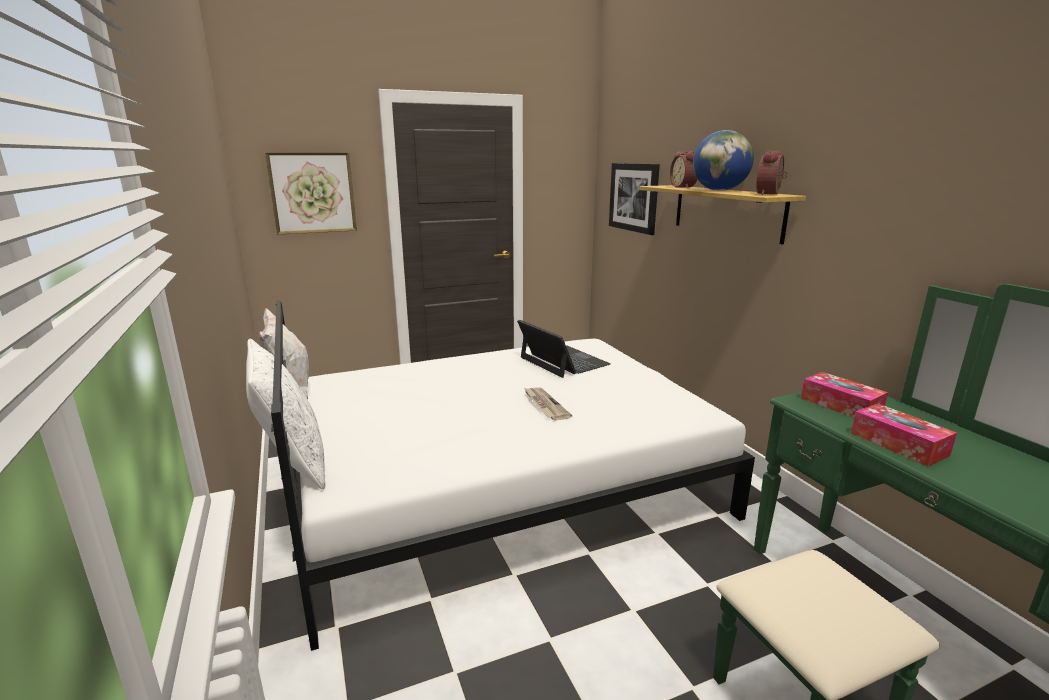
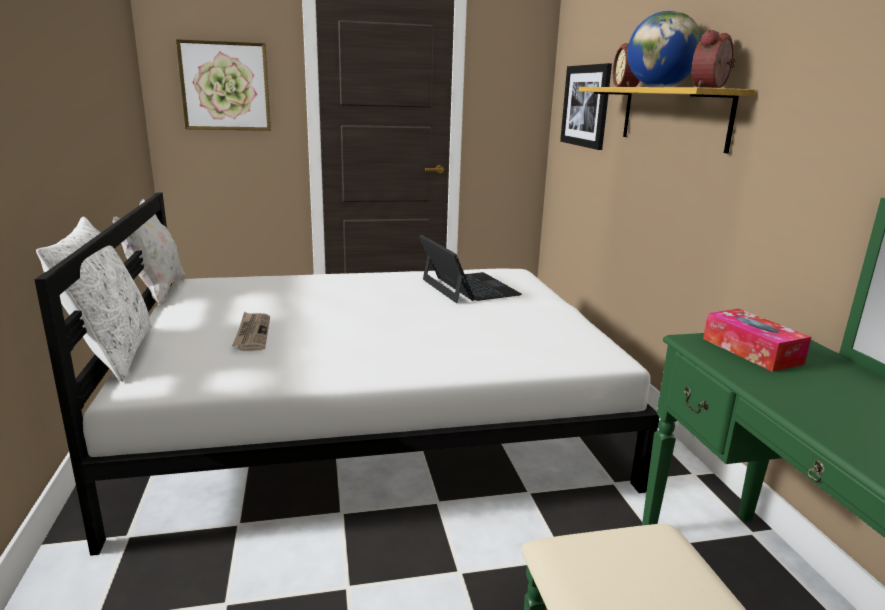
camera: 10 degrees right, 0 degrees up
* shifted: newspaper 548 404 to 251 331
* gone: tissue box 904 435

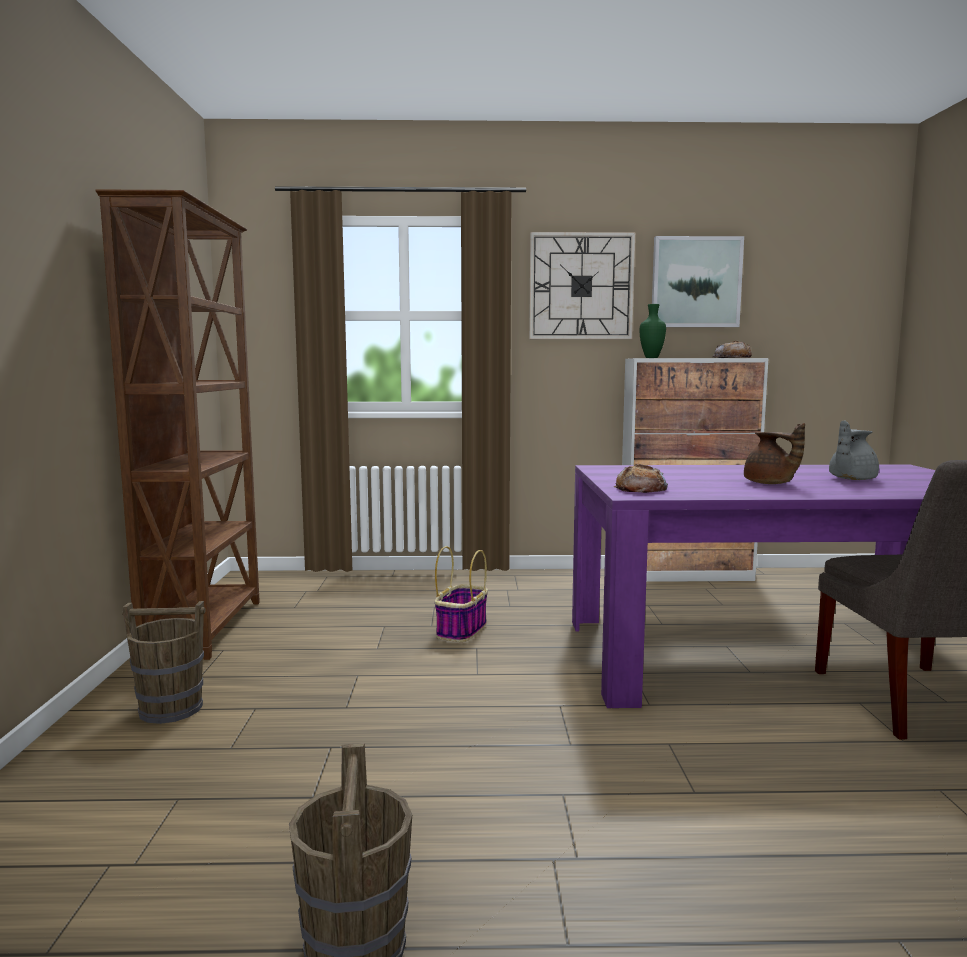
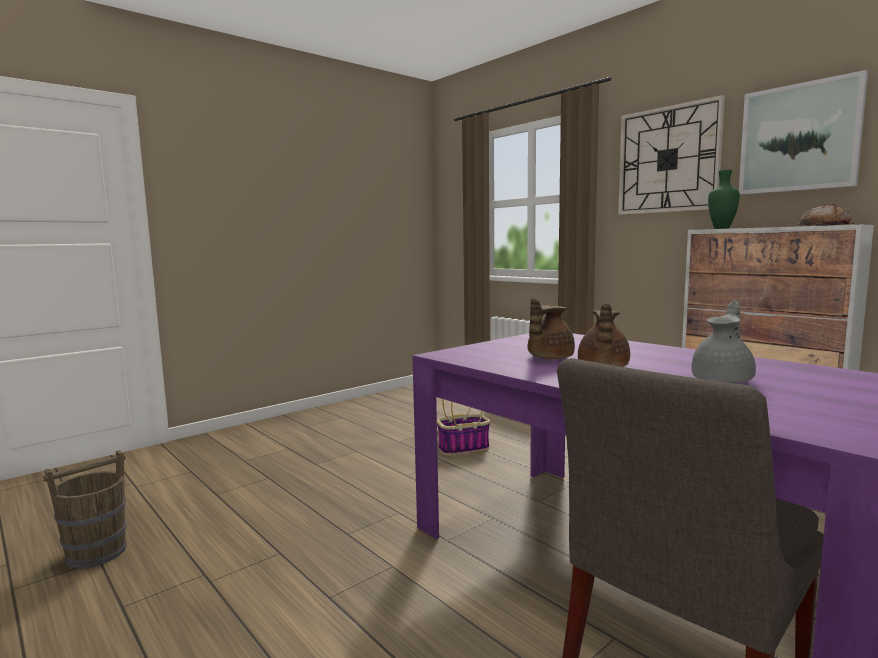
camera: 50 degrees right, 0 degrees up
* gone: brown bookcase 178 425
* rotated: grey teapot 854 450 = 723 341 120 degrees clockwise
* gone: bread 640 478
* gone: brown bucket 163 662
* new: brown teapot 551 328

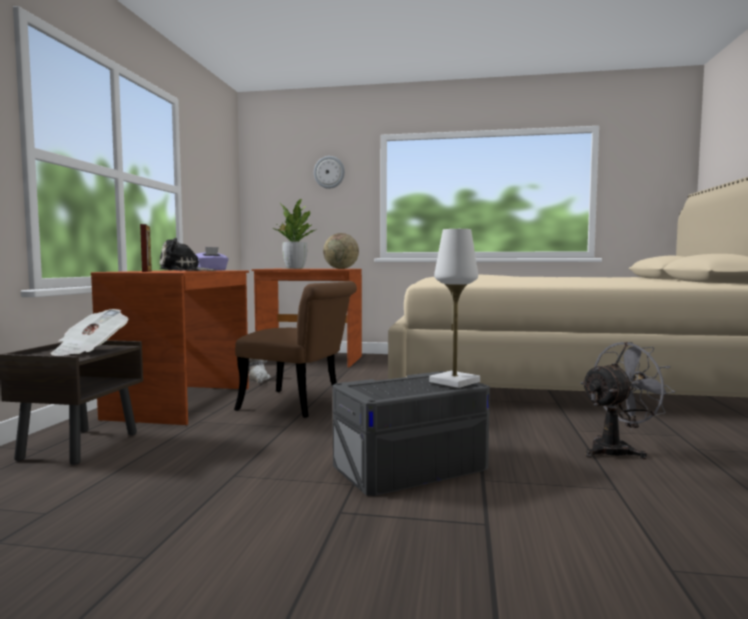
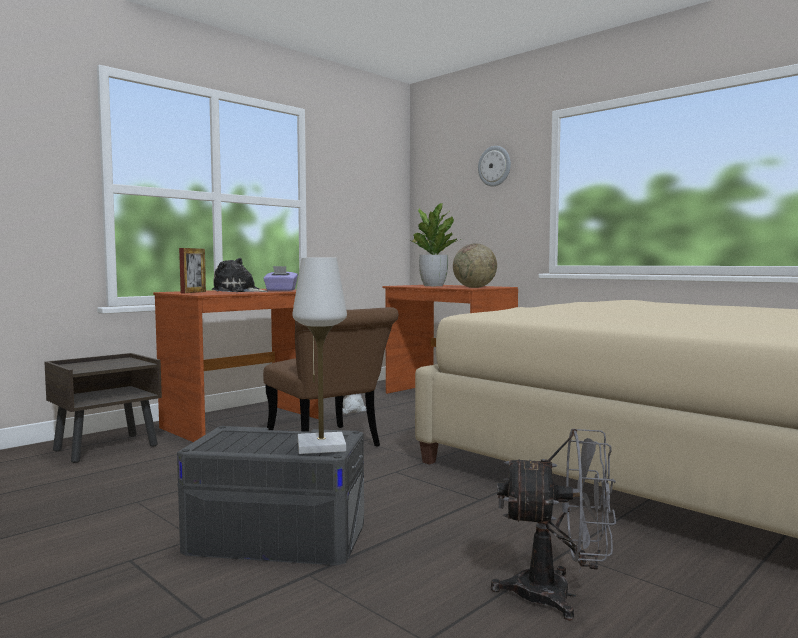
camera: 35 degrees right, 0 degrees up
* gone: newspaper 89 332

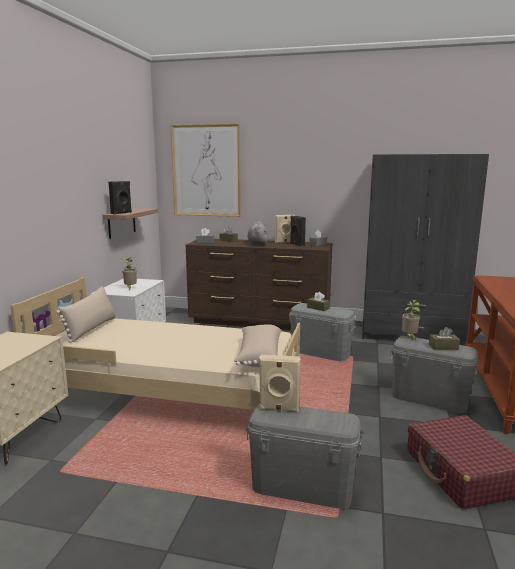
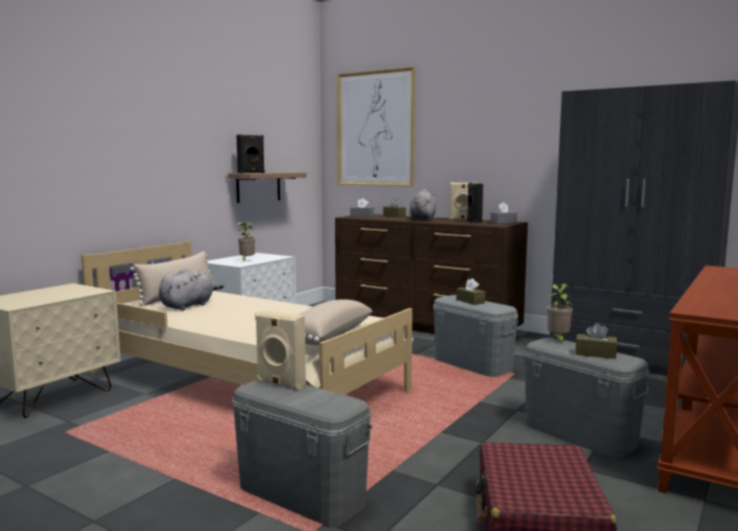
camera: 20 degrees right, 5 degrees down
* new: grey plush toy 191 289

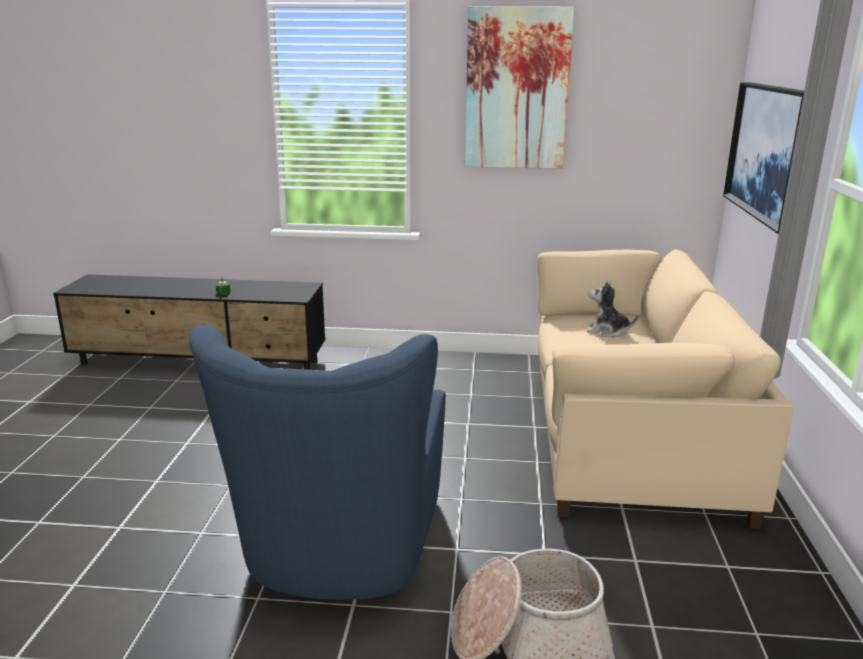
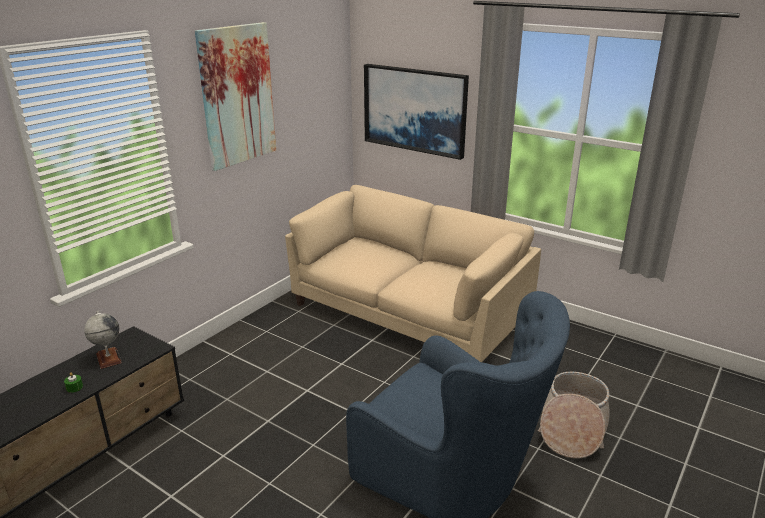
camera: 60 degrees left, 5 degrees up
* gone: plush toy 612 309
* new: globe 103 340

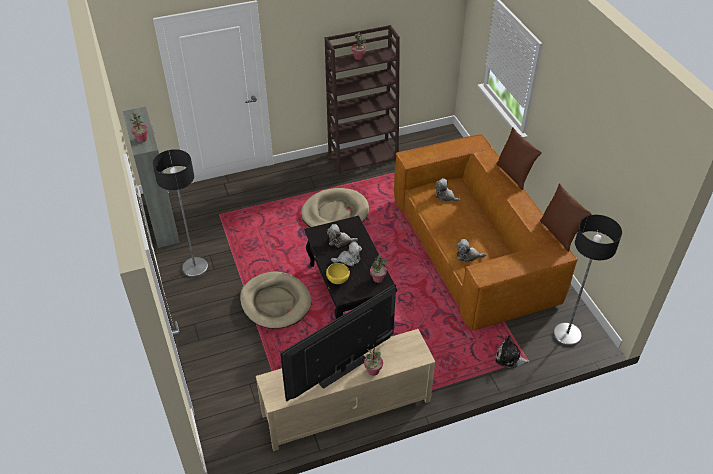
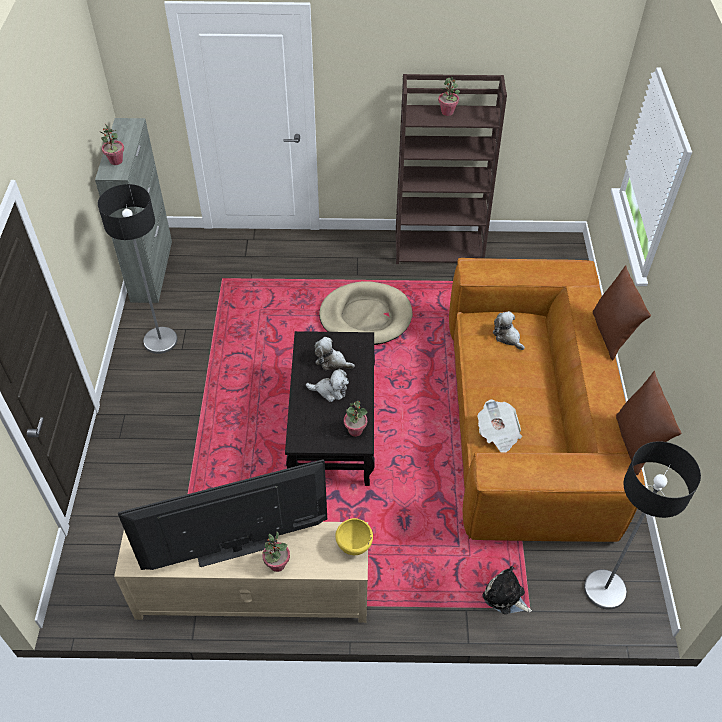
camera: 20 degrees right, 5 degrees up
* swapped: plush toy 471 251 to newspaper 499 426
* shifted: yellow bowl 338 273 to 354 536
* gone: beige dog bed 276 300

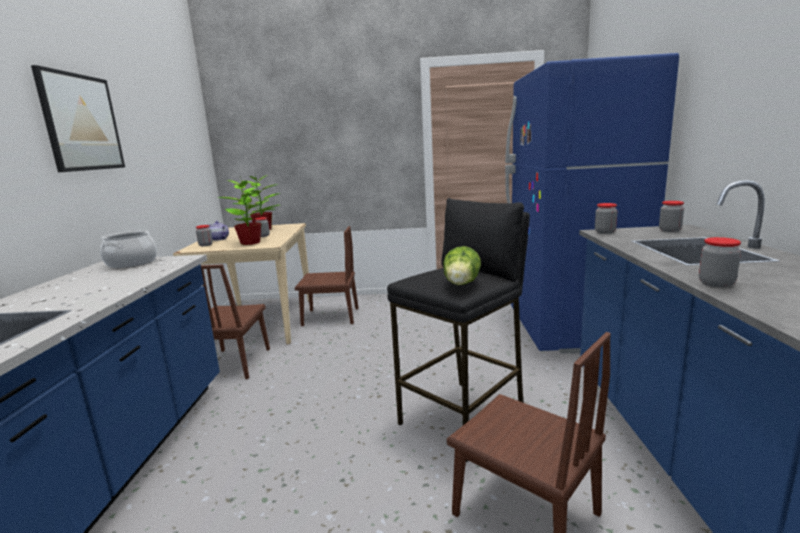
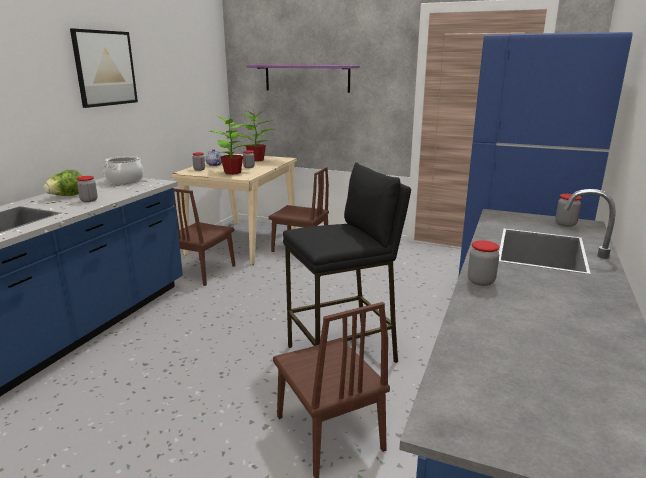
camera: 20 degrees right, 5 degrees up
* shifted: jar 606 218 to 87 189
* shifted: lettuce 462 265 to 62 183
* new: purple shelf 303 79

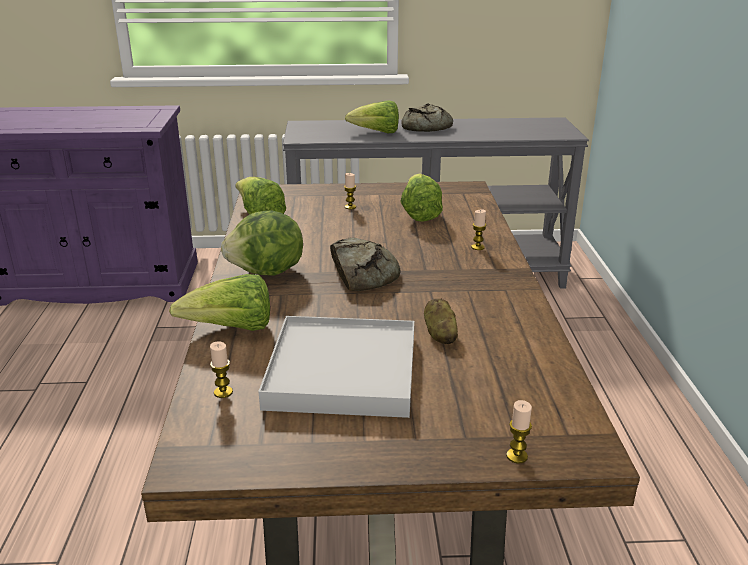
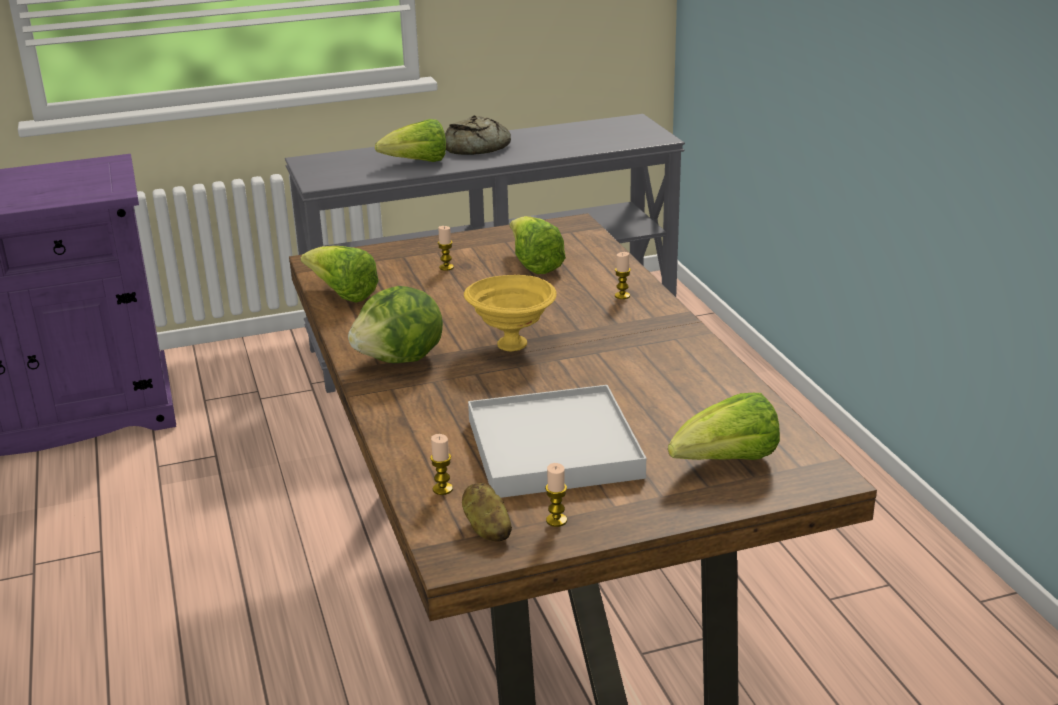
camera: 15 degrees left, 0 degrees up
* swapped: bread 365 264 to yellow bowl 510 313
* shifted: lettuce 219 302 to 724 426
* shifted: potato 441 321 to 487 512
* shifted: candle 519 432 to 556 495

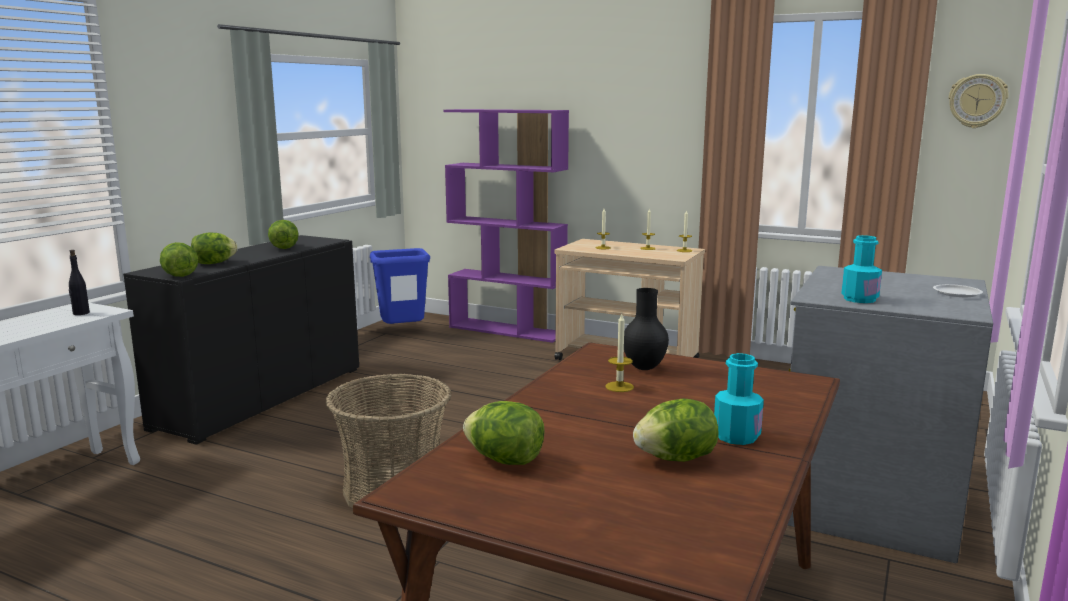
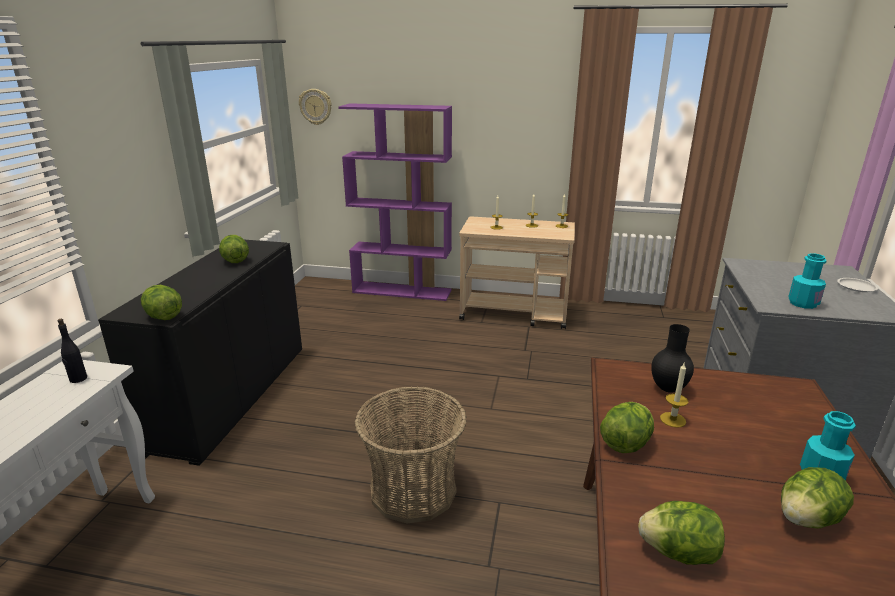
camera: 15 degrees left, 10 degrees up
* shifted: wall clock 979 101 to 315 107
* shifted: lettuce 214 248 to 627 427
* gone: blue trash can 400 286

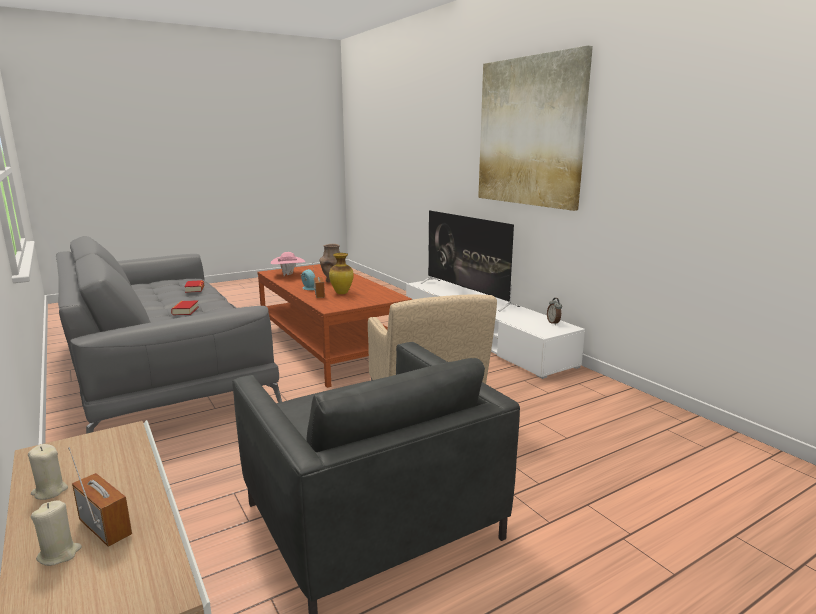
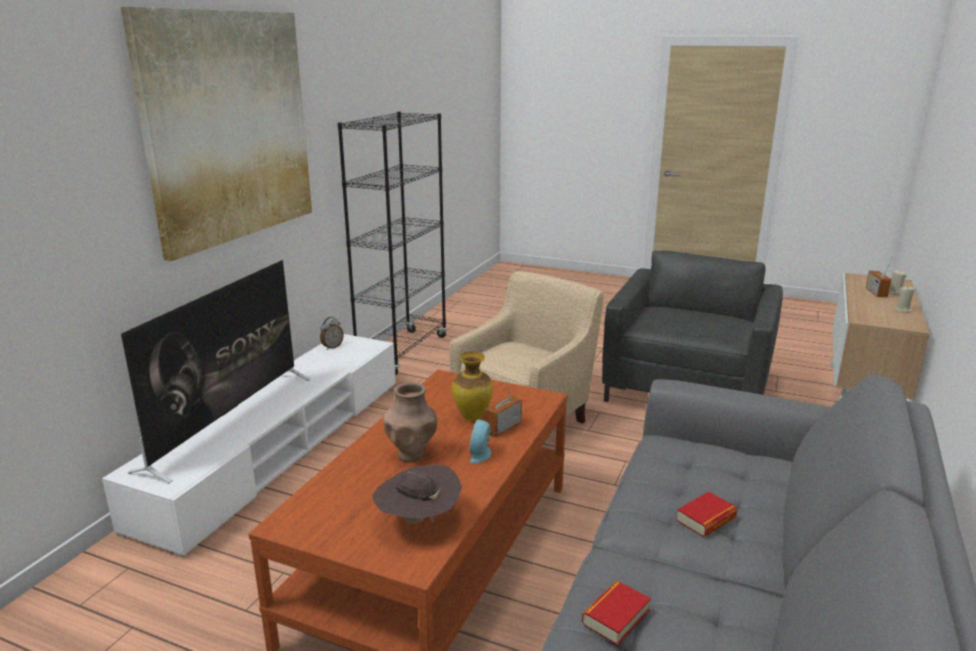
camera: 125 degrees left, 5 degrees up
* repainted: pink hat 288 264 to brown hat 417 494
* new: black bookcase 392 244

